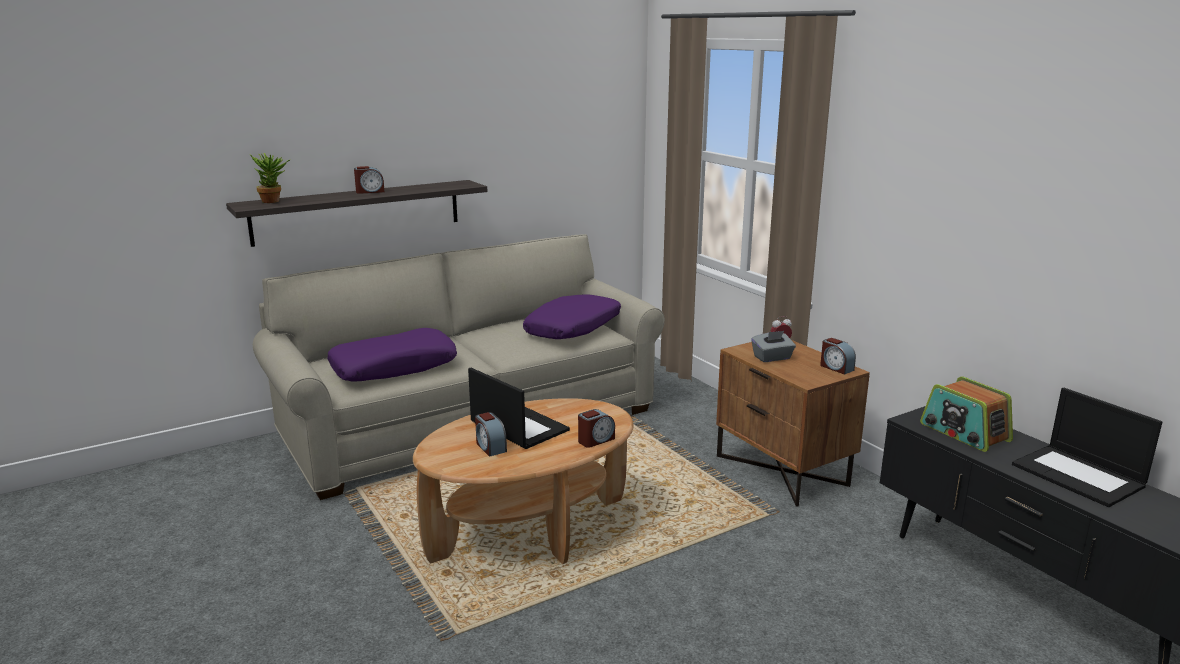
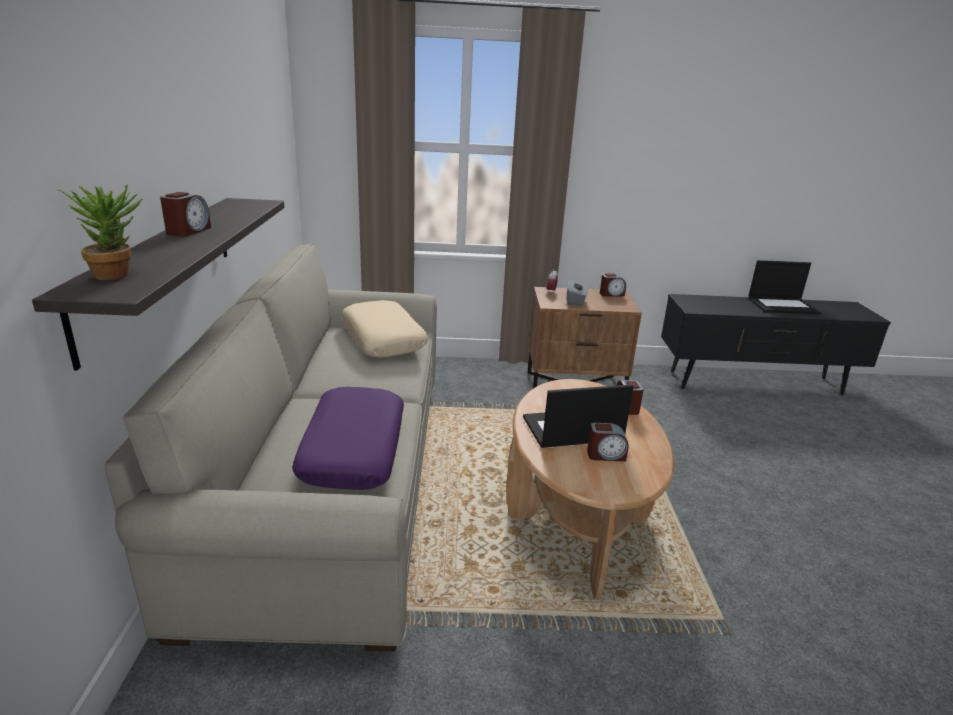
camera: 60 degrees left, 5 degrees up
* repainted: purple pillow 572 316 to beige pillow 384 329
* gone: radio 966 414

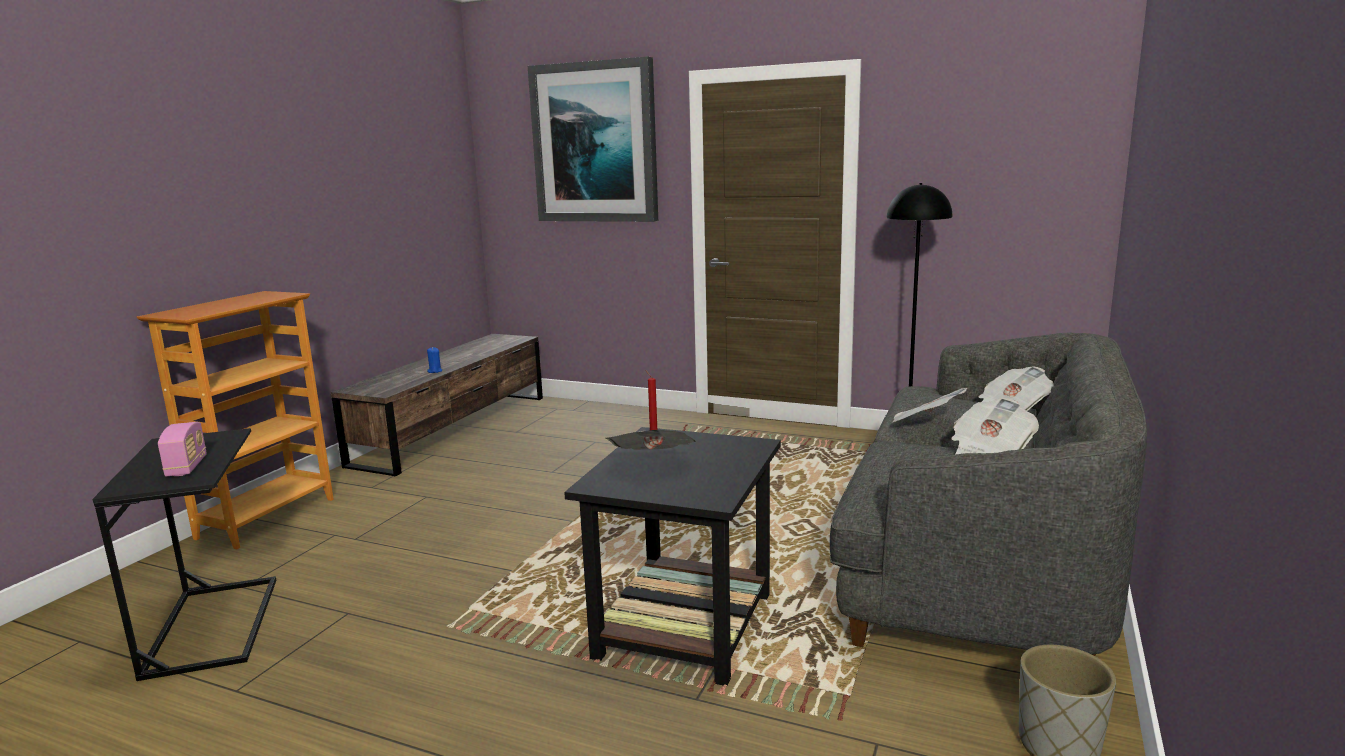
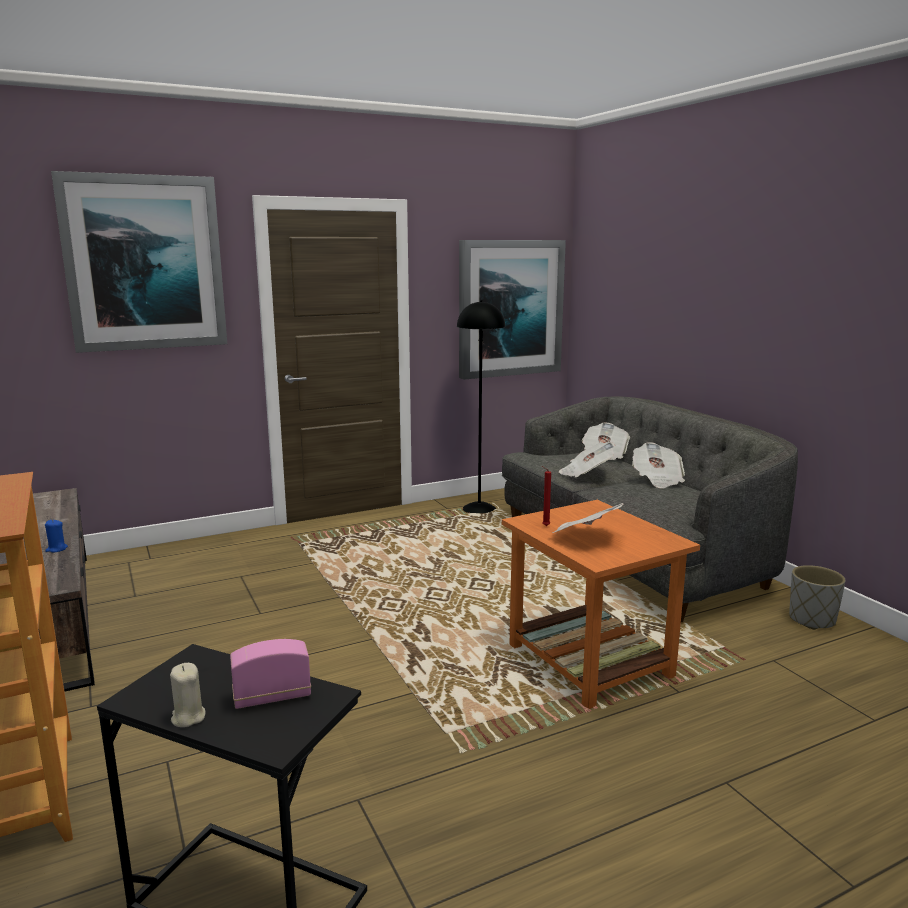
camera: 50 degrees left, 0 degrees up
* rotated: radio 182 449 = 270 674 45 degrees counterclockwise
* repainted: black side table 672 556 to orange side table 601 604
* new: picture 512 310
* new: beige candle 187 695

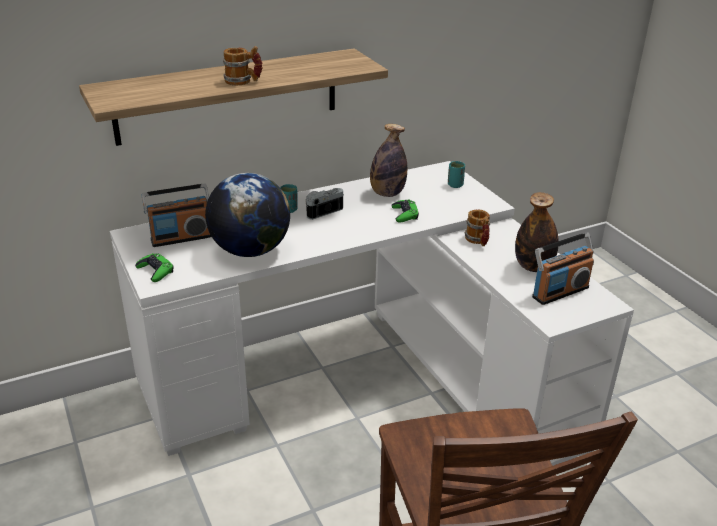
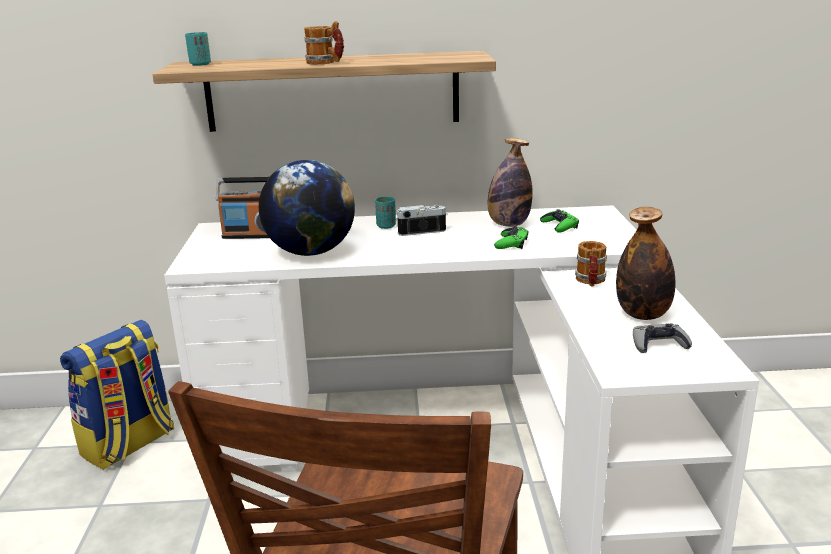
camera: 25 degrees right, 10 degrees down
* shifted: turquoise cup 456 174 to 198 49
* swapped: radio 563 269 to grey game controller 662 338
* shifted: green game controller 154 267 to 559 221
* new: backpack 117 395

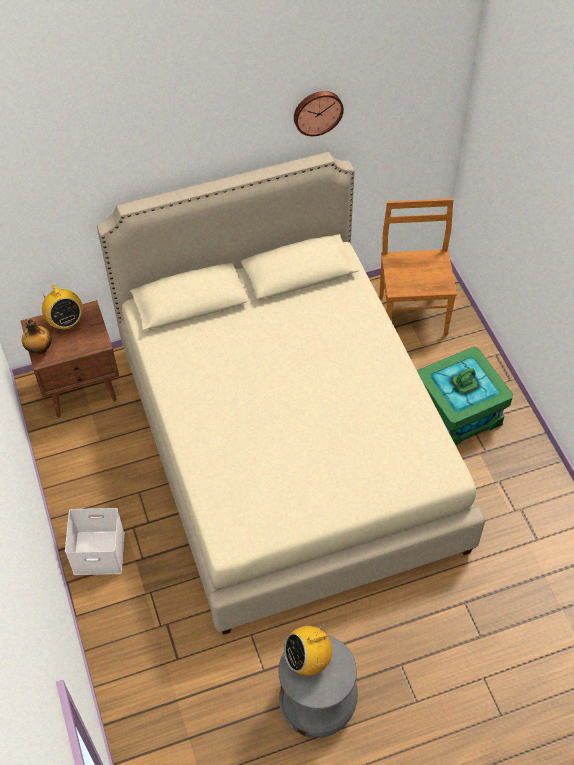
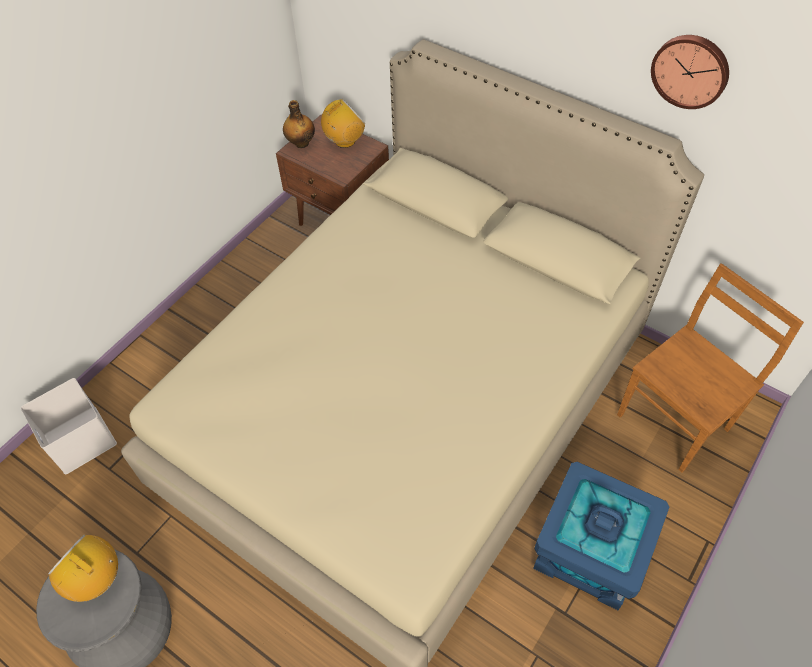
camera: 55 degrees right, 0 degrees up
* rotated: radio 62 307 = 343 123 150 degrees counterclockwise
* repainted: green storage box 465 396 to blue storage box 601 536
* shifted: white storage box 94 541 to 69 426

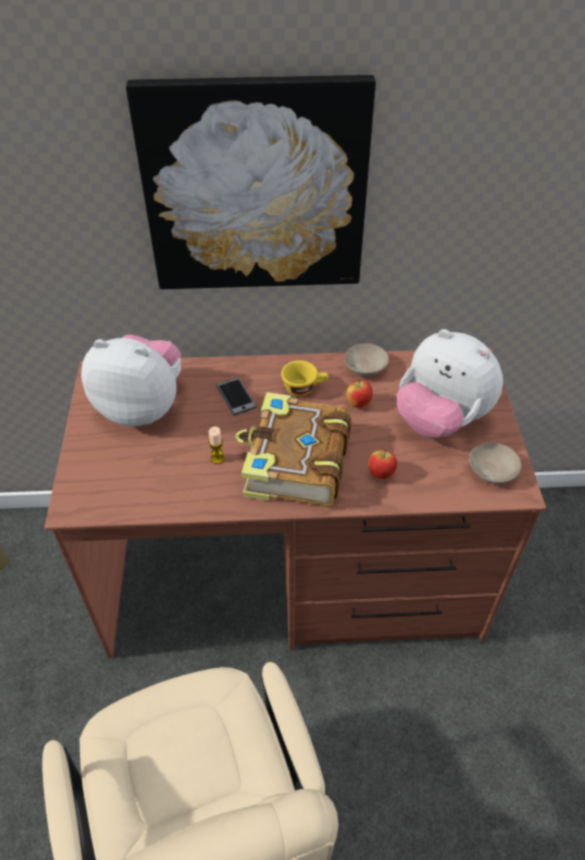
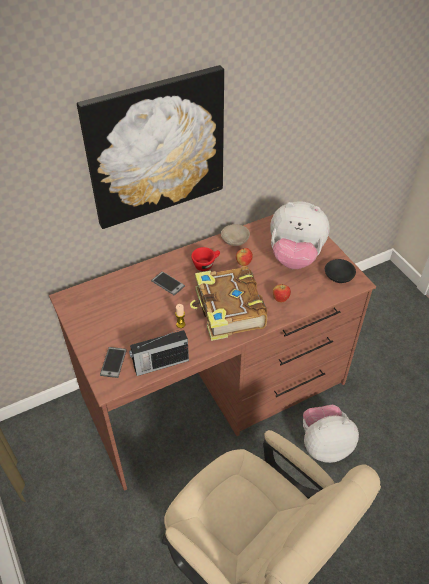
camera: 25 degrees left, 0 degrees up
* shifted: plush toy 131 380 to 331 433
* repainted: yellow cup 304 378 to red cup 205 259
* repainted: beige bowl 495 463 to black bowl 340 271
* new: radio 159 353
* new: phone 113 362

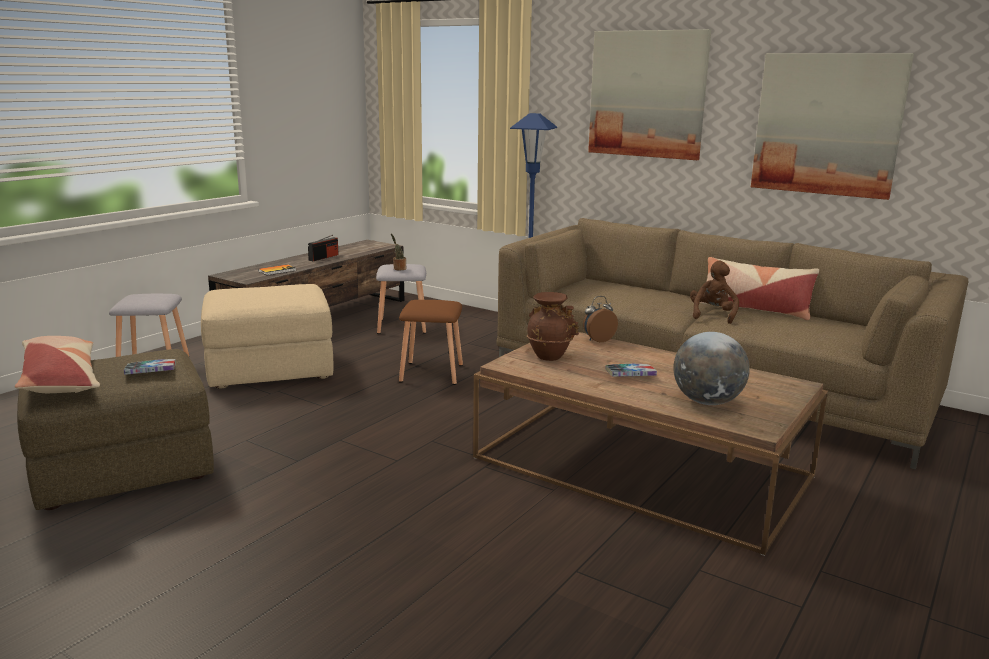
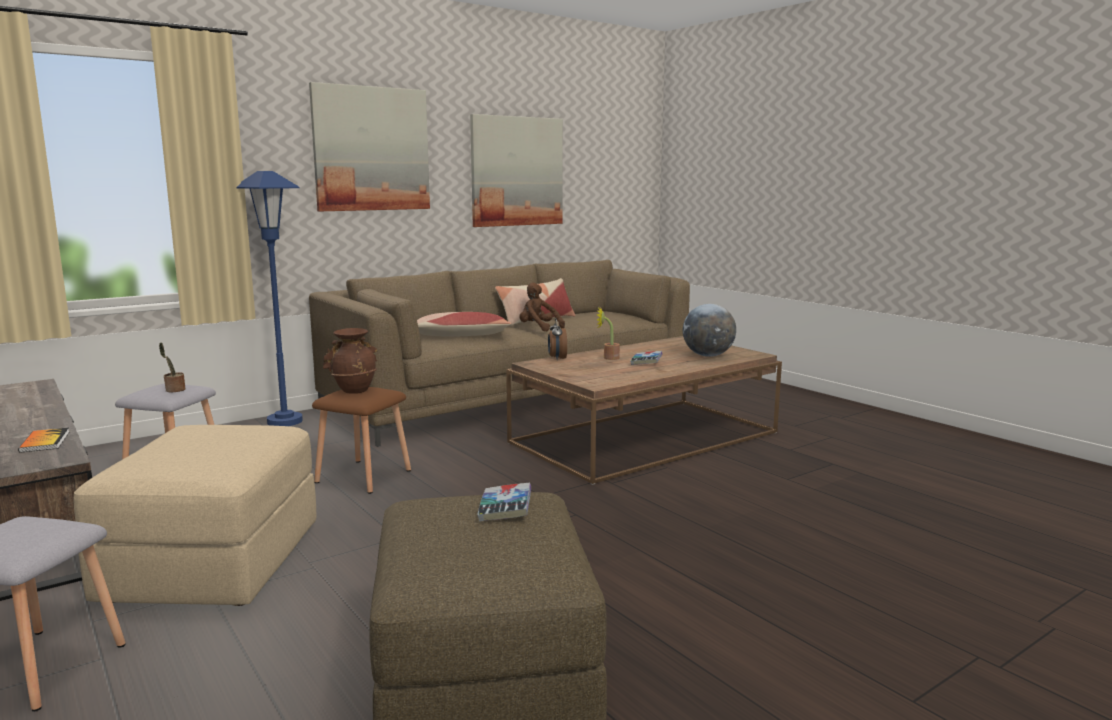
camera: 70 degrees left, 5 degrees down
* gone: radio 323 248
* shifted: brown vase 553 326 to 350 361
* shifted: pillow 57 364 to 464 324
* new: potted plant 608 334

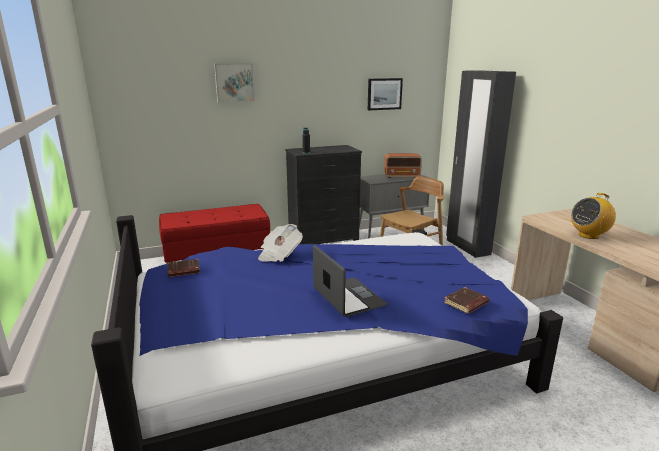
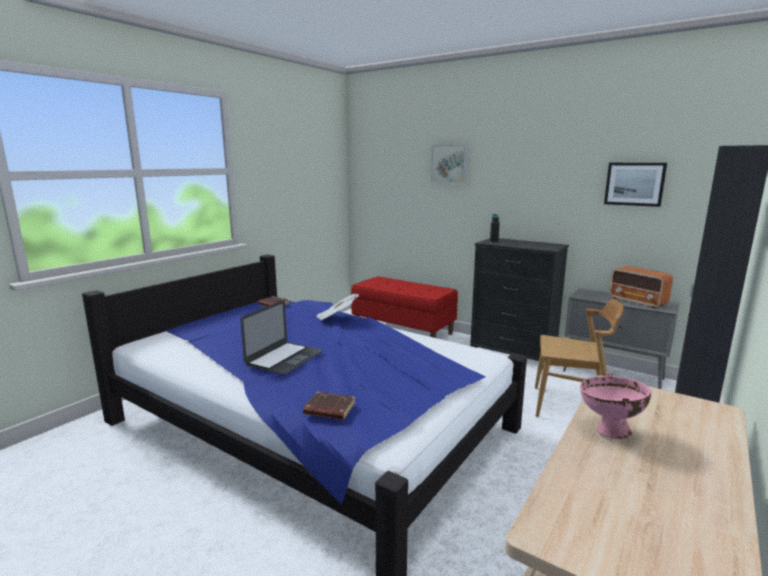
camera: 55 degrees right, 5 degrees down
* swapped: radio 593 216 to pink bowl 615 405

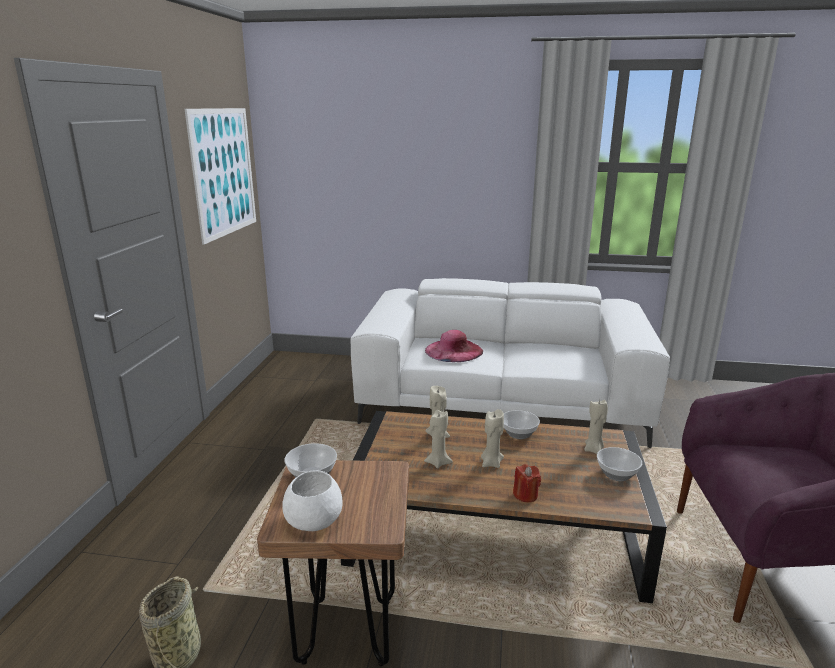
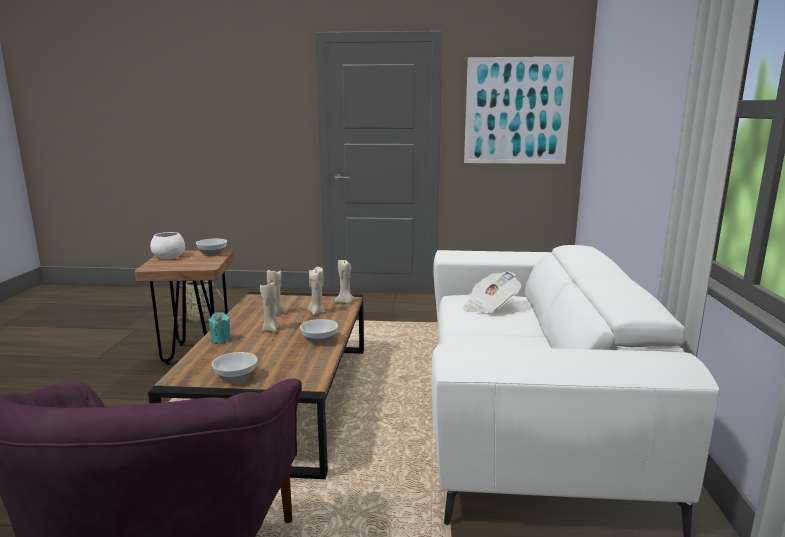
camera: 85 degrees right, 5 degrees down
* swapped: pink hat 454 346 to newspaper 492 292
* shifted: beige candle 596 426 to 345 281
* repainted: red candle 527 483 to turquoise candle 219 328

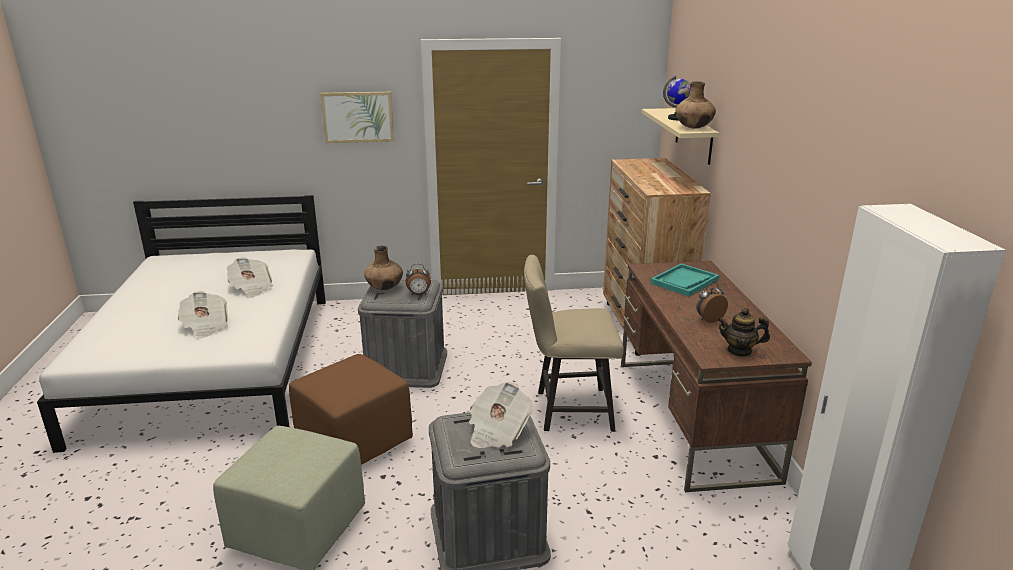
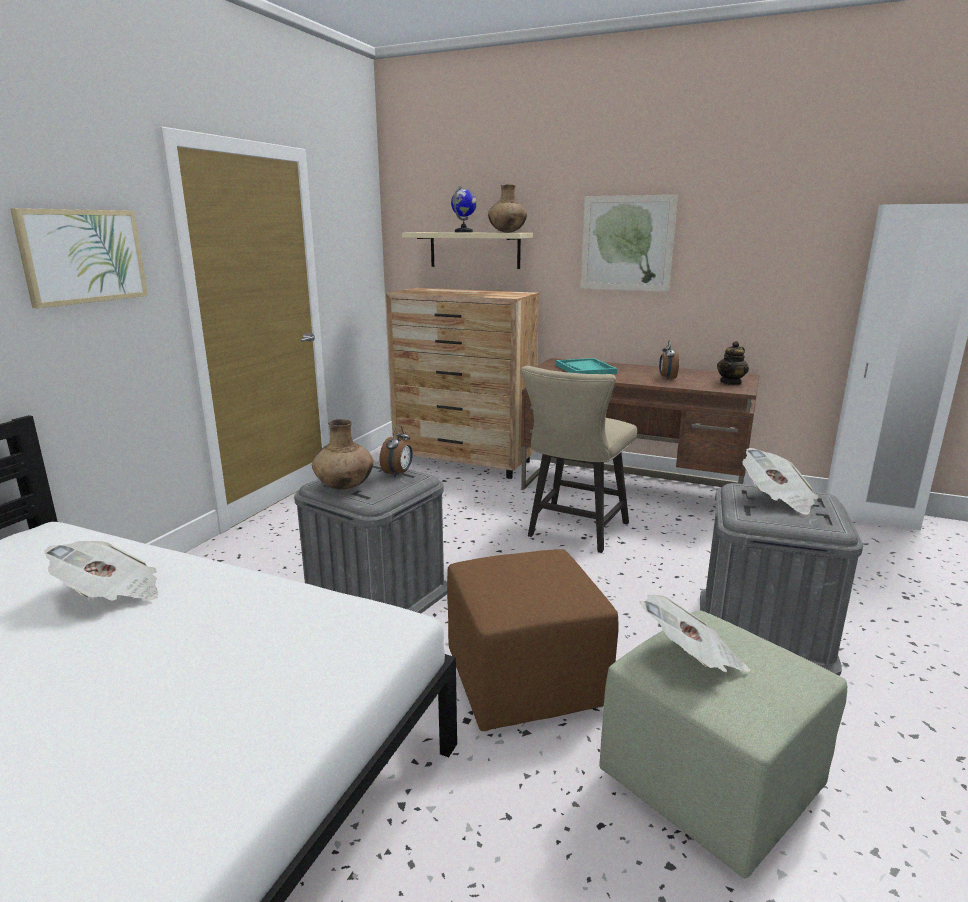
camera: 60 degrees left, 5 degrees down
* shifted: newspaper 202 314 to 695 633
* new: picture 629 243

